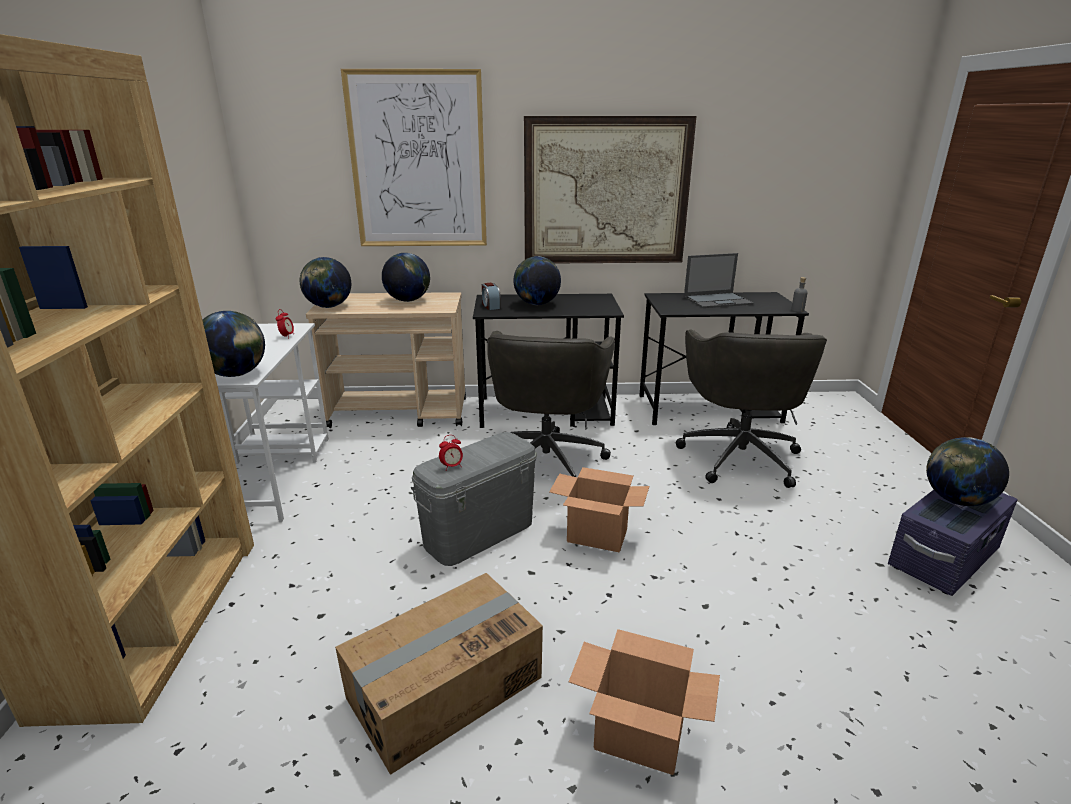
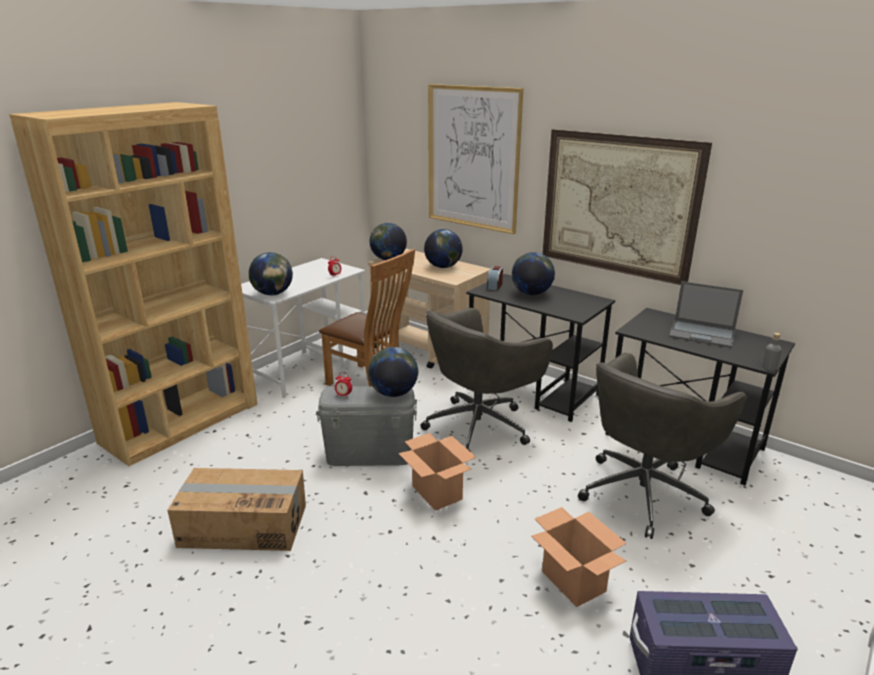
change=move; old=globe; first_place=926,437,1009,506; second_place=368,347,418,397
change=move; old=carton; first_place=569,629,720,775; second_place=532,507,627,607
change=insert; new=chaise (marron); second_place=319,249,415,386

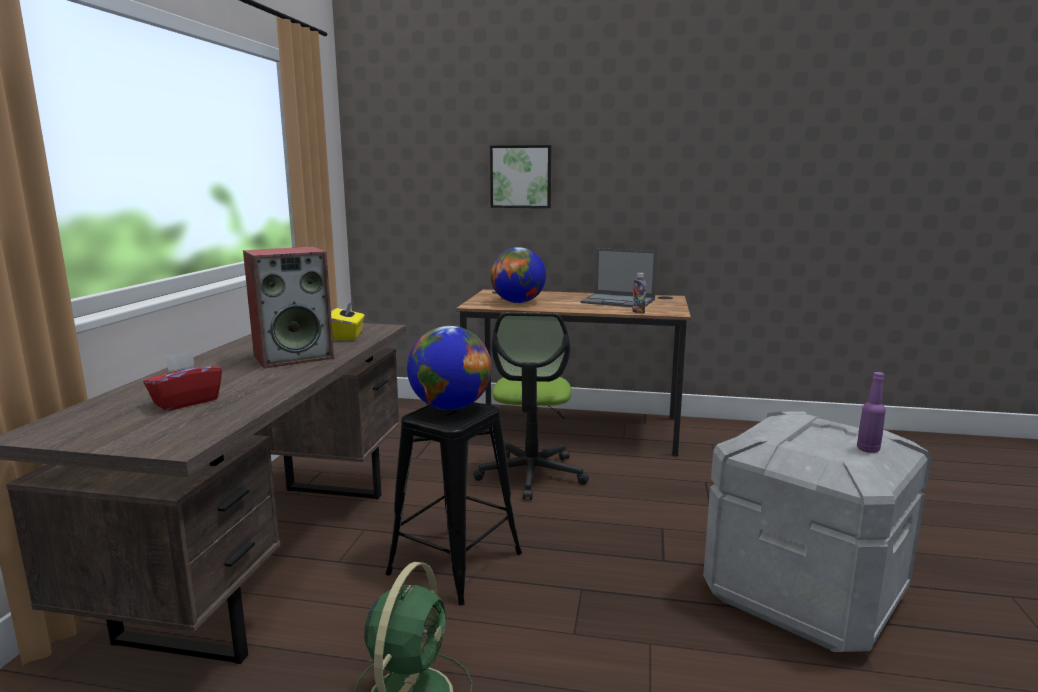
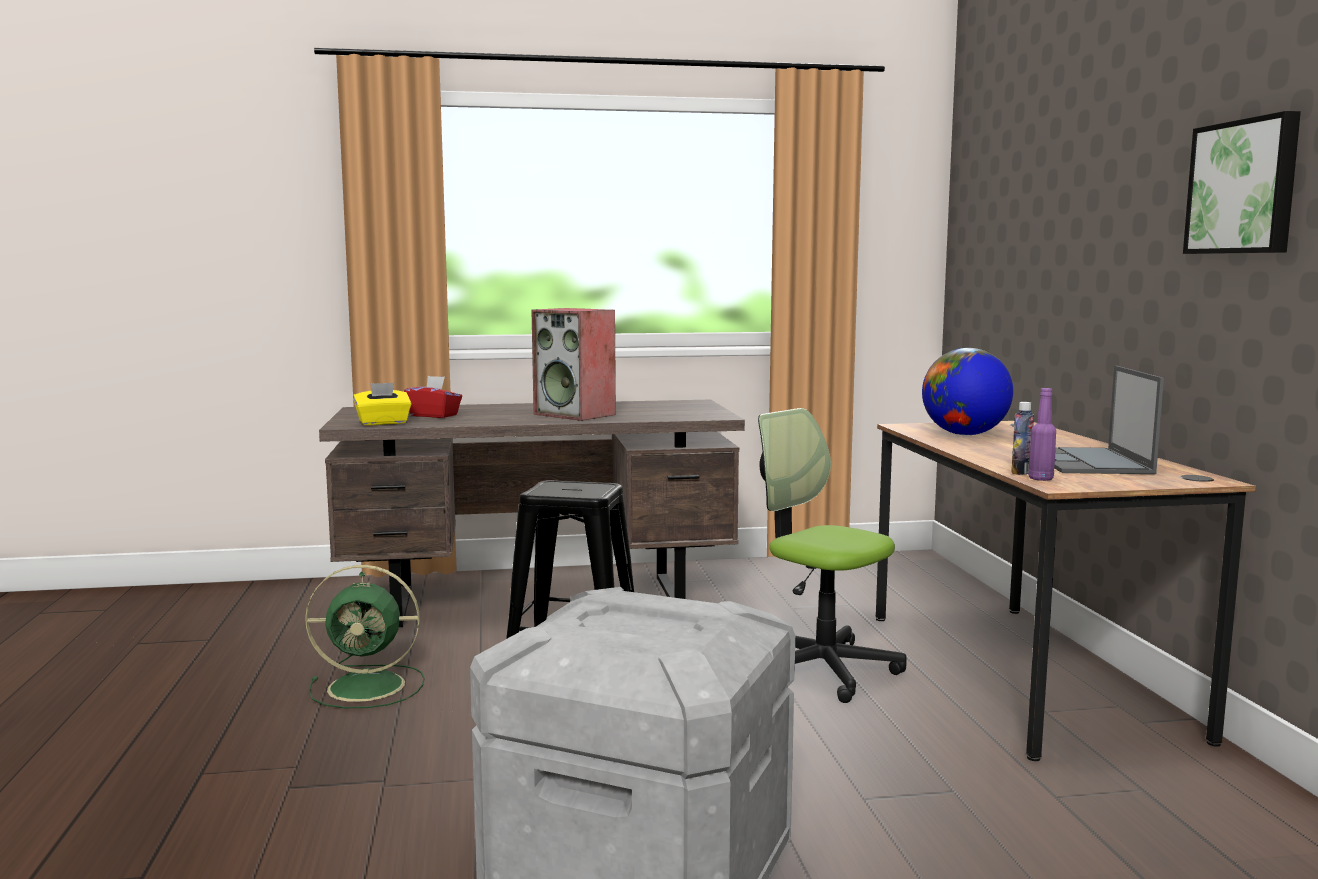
change=move; old=tableau; first_place=490,145,551,208; second_place=1183,111,1301,254
change=move; old=boîte à mouchoirs (jaune); first_place=331,301,365,340; second_place=353,383,412,425
change=rotate; old=chaise de bureau; first_place=473,312,589,500; second_place=758,408,907,703; degrees=60
change=delete; old=globe; first_place=407,326,492,410
change=move; old=bouteille (violet); first_place=857,372,886,453; second_place=1028,388,1056,481

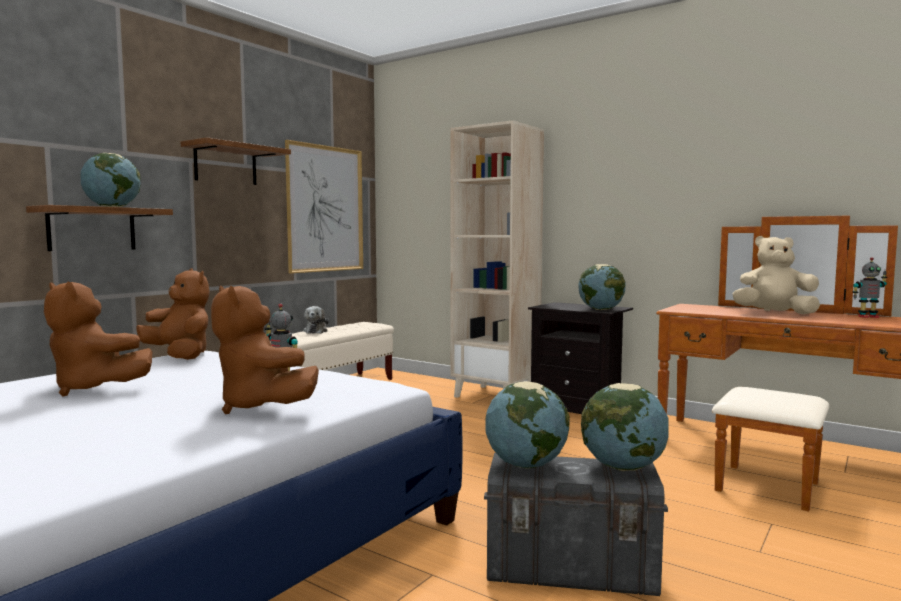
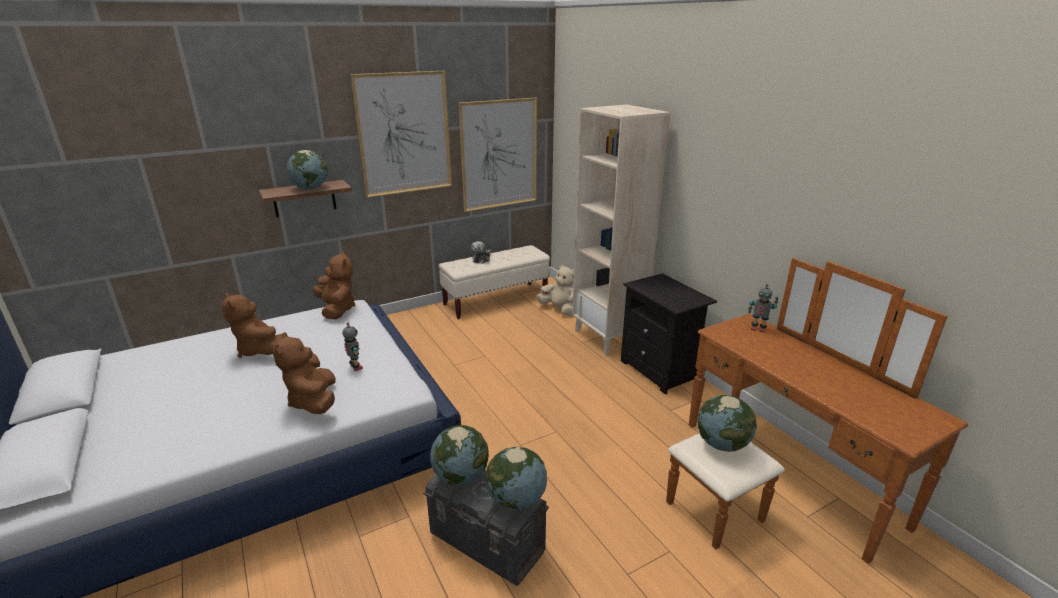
change=replace; old=étagère; new=tableau; first_place=181,137,291,185; second_place=350,71,452,198
change=move; old=peluche (beige); first_place=732,236,820,315; second_place=537,264,574,316
change=move; old=robot jouet; first_place=853,257,887,318; second_place=748,284,778,333
change=move; old=globe; first_place=578,264,625,310; second_place=698,395,757,452

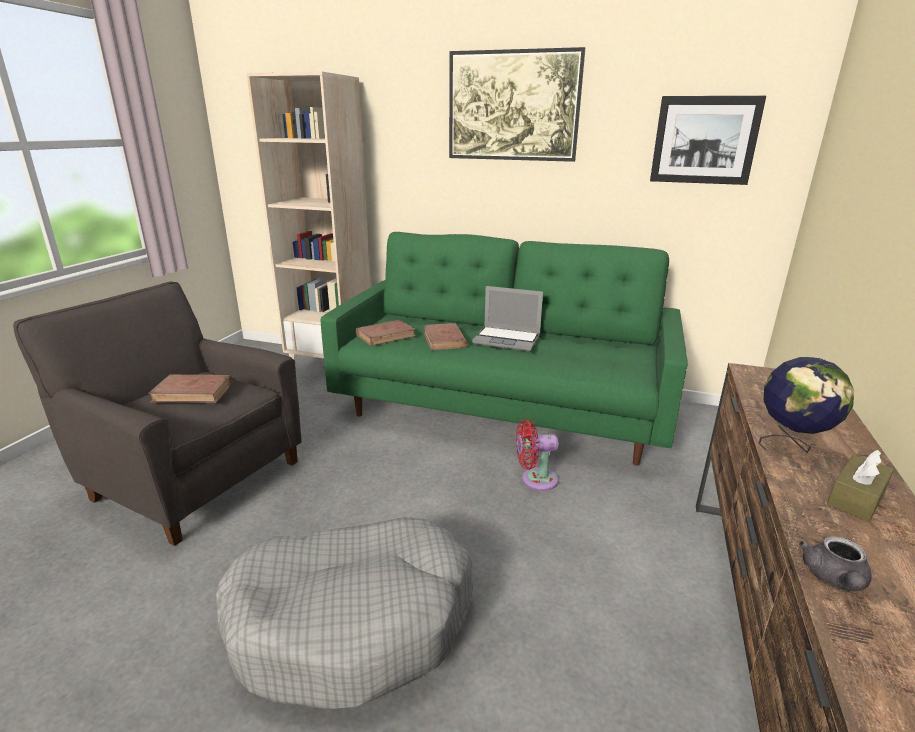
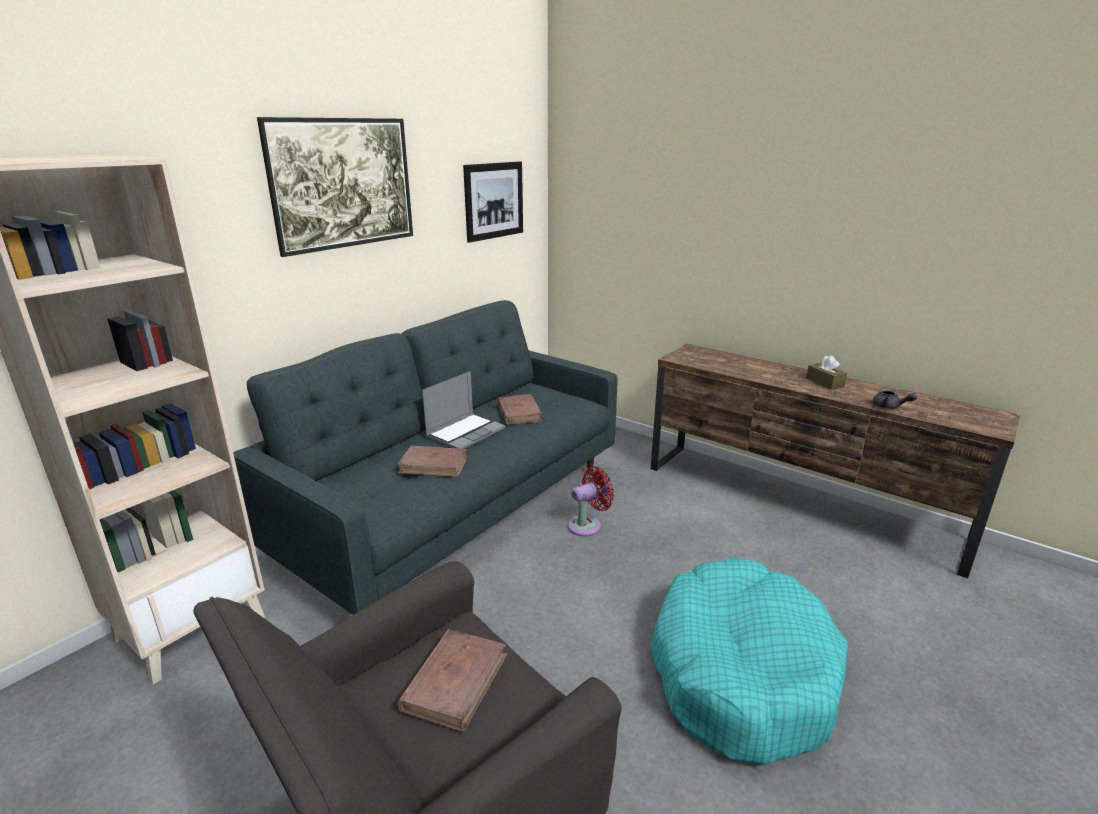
change=recolor; old=canapé (vert); new=canapé (gris); first_place=321,232,688,466; second_place=233,300,617,615
change=move; old=livre (marron); first_place=356,320,417,346; second_place=497,394,542,425
change=delete; old=globe; first_place=758,357,854,453
change=rotate; old=ventilateur (rouge); first_place=516,419,559,491; second_place=567,466,614,537; degrees=-135
change=recolor; old=panier pour chien (gris); new=panier pour chien (turquoise); first_place=216,517,473,710; second_place=650,557,848,765

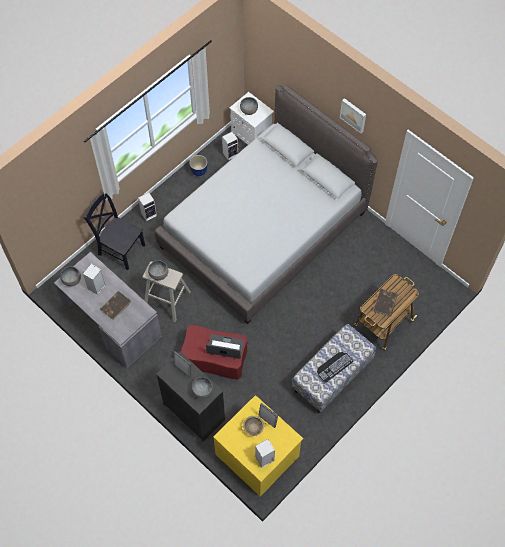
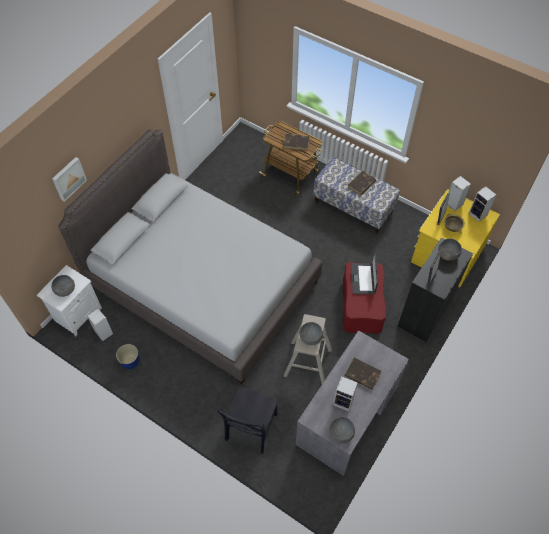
change=move; old=tableau; first_place=340,98,366,133; second_place=52,157,87,202
change=move; old=enceinte; first_place=138,192,157,221; second_place=447,176,471,211
change=replace; old=clavier; new=livre (marron); first_place=317,352,353,383; second_place=348,171,376,196

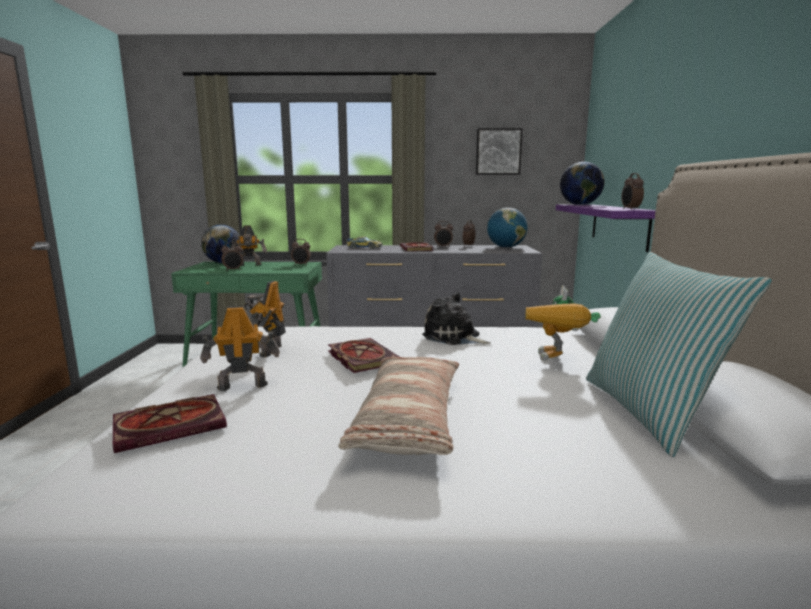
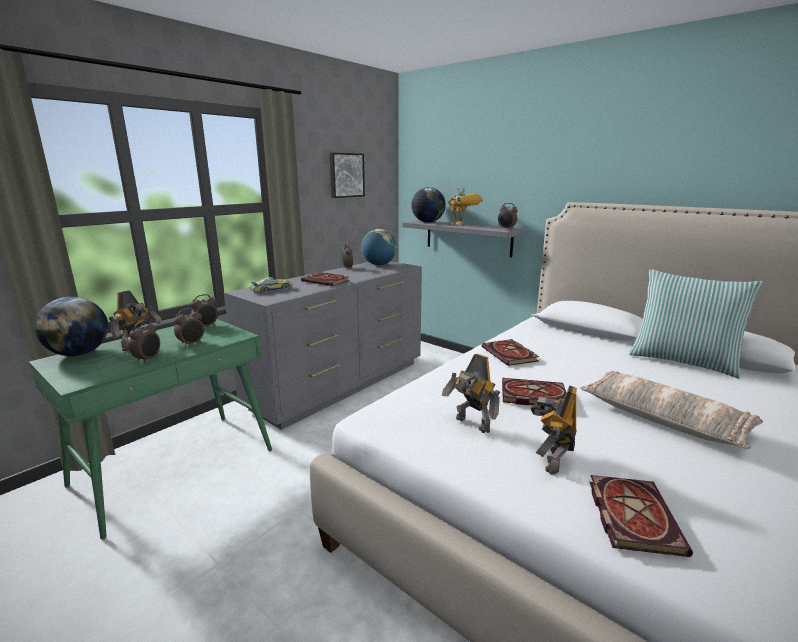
change=recolor; old=étagère (violet); new=étagère (gris); first_place=556,204,656,252; second_place=402,220,525,257
change=move; old=réveil; first_place=434,221,453,247; second_place=174,308,204,347
change=move; old=robot jouet; first_place=525,285,601,361; second_place=448,188,483,226
change=replace; old=peluche; new=livre; first_place=422,292,491,345; second_place=482,339,539,366

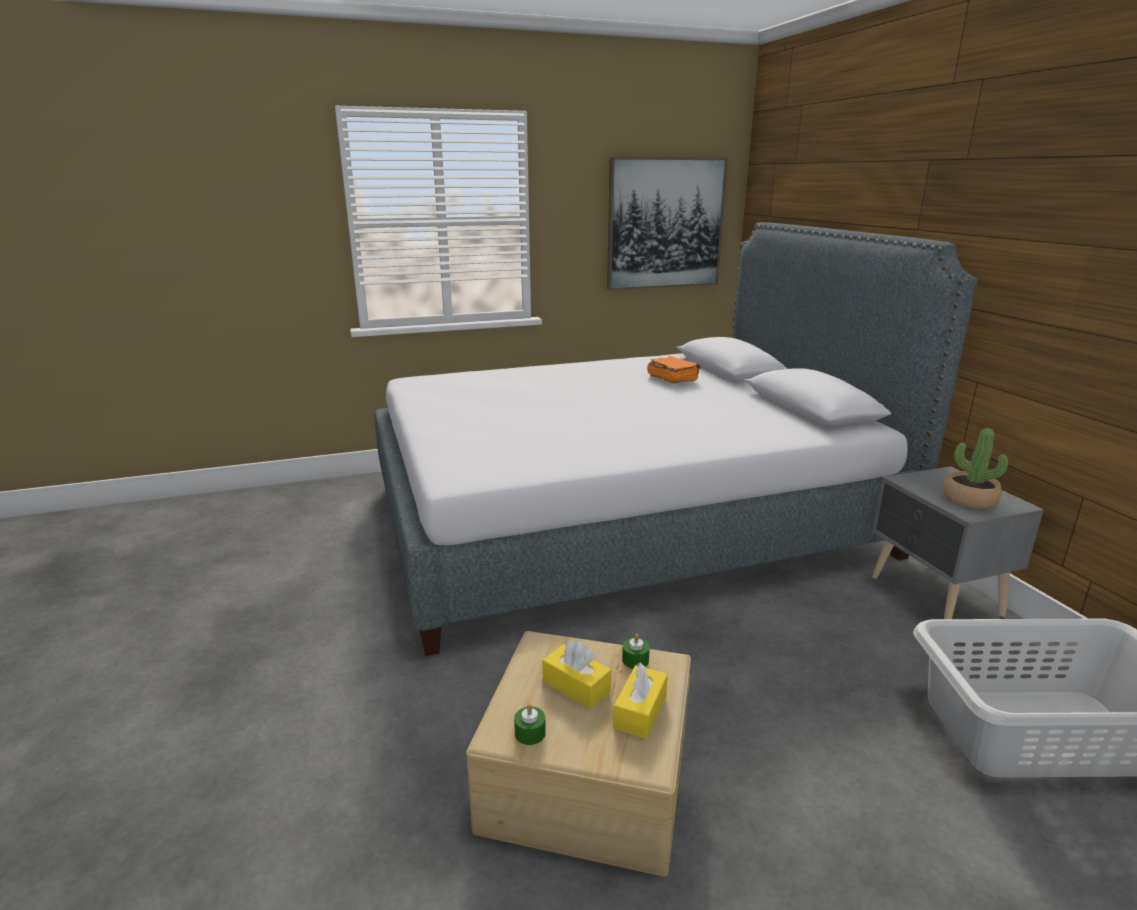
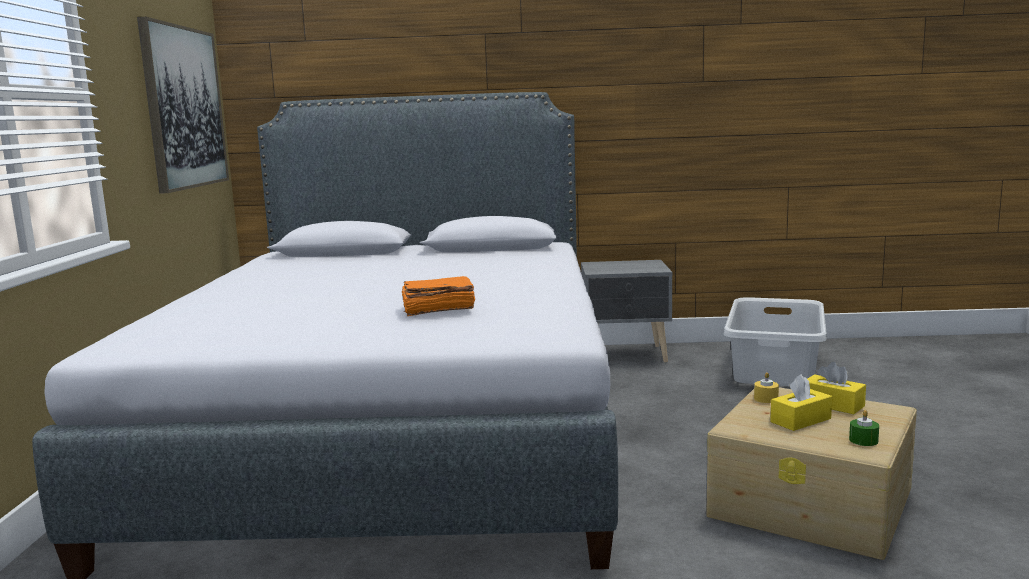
change=move; old=livre (orange); first_place=647,356,701,383; second_place=402,276,475,316
change=delete; old=plante en pot; first_place=943,428,1008,509
change=recolor; old=bougie (vert); new=bougie (jaune); first_place=622,634,650,669; second_place=754,372,779,403

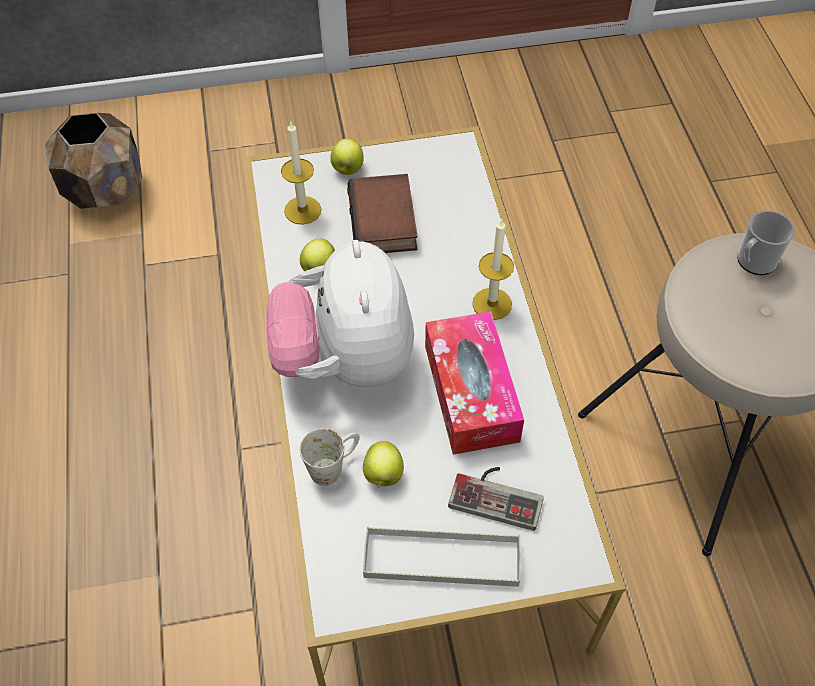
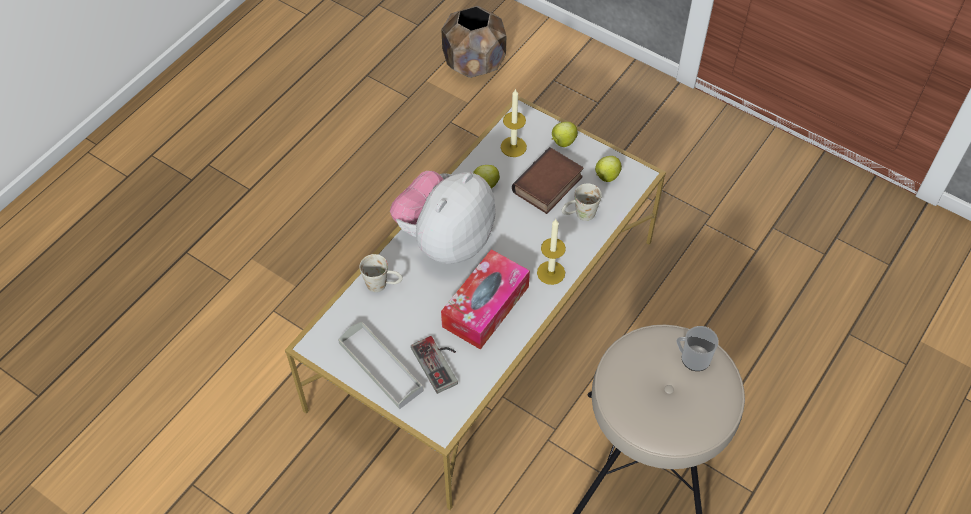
change=move; old=pomme; first_place=363,441,404,488; second_place=595,156,622,182
change=insert; new=mug (blanc); second_place=562,183,602,221

